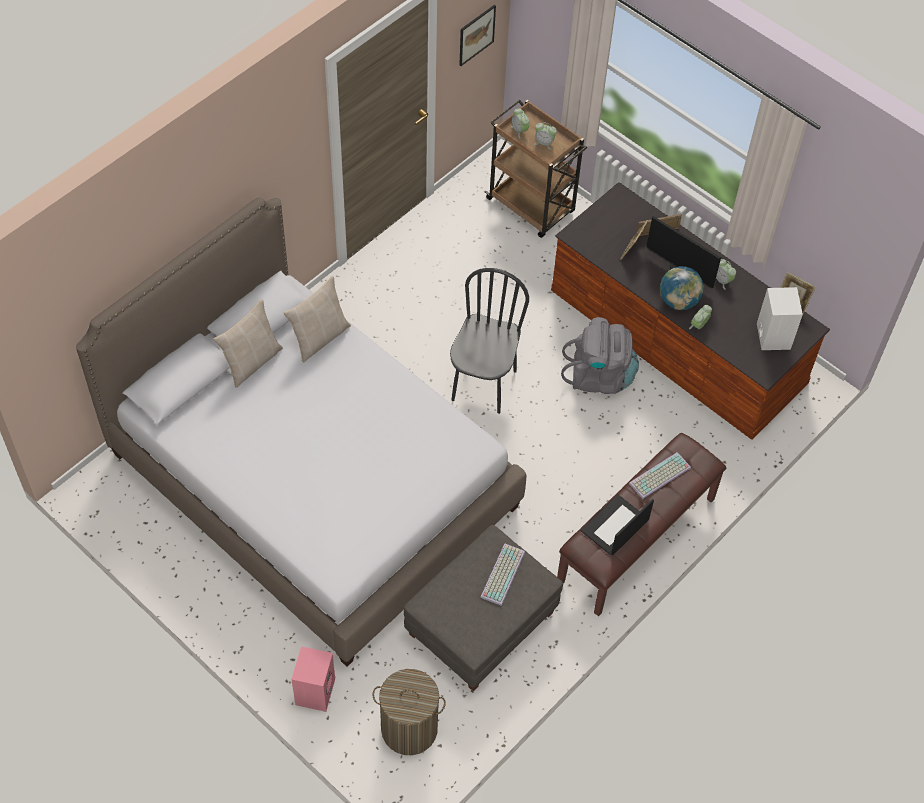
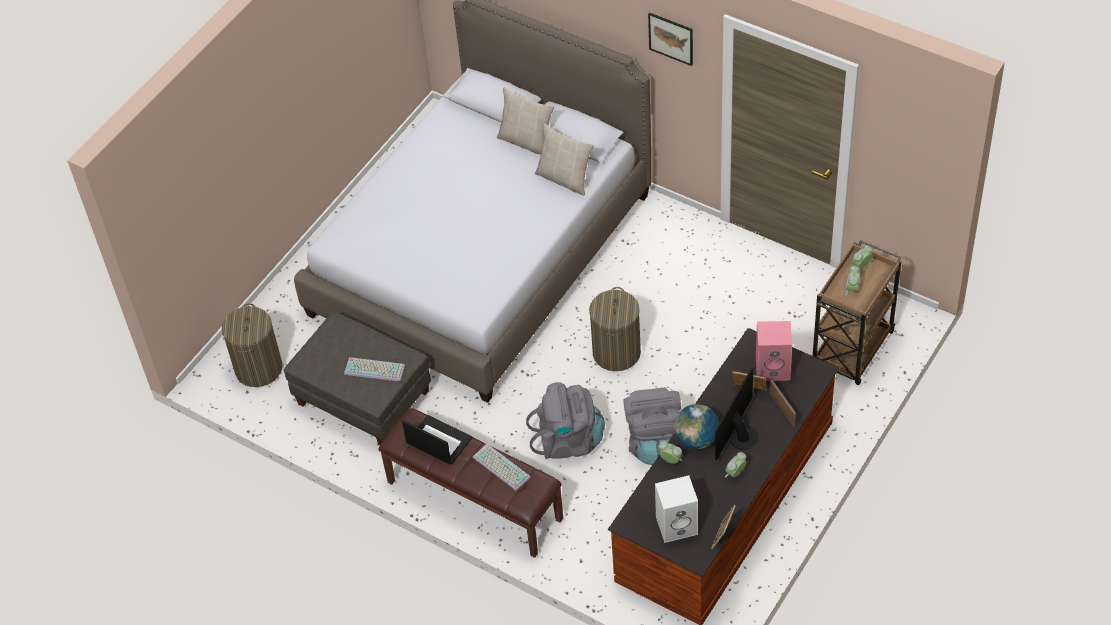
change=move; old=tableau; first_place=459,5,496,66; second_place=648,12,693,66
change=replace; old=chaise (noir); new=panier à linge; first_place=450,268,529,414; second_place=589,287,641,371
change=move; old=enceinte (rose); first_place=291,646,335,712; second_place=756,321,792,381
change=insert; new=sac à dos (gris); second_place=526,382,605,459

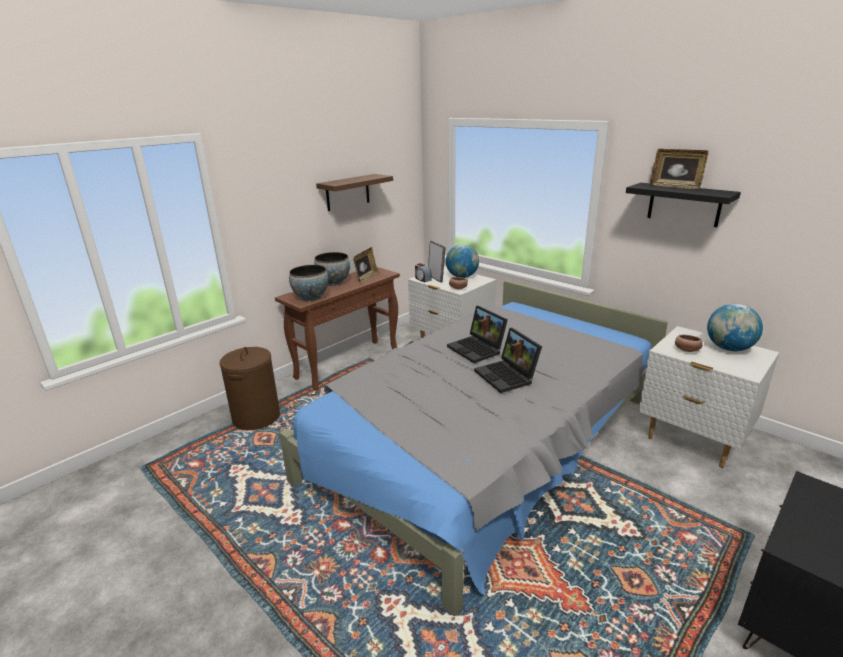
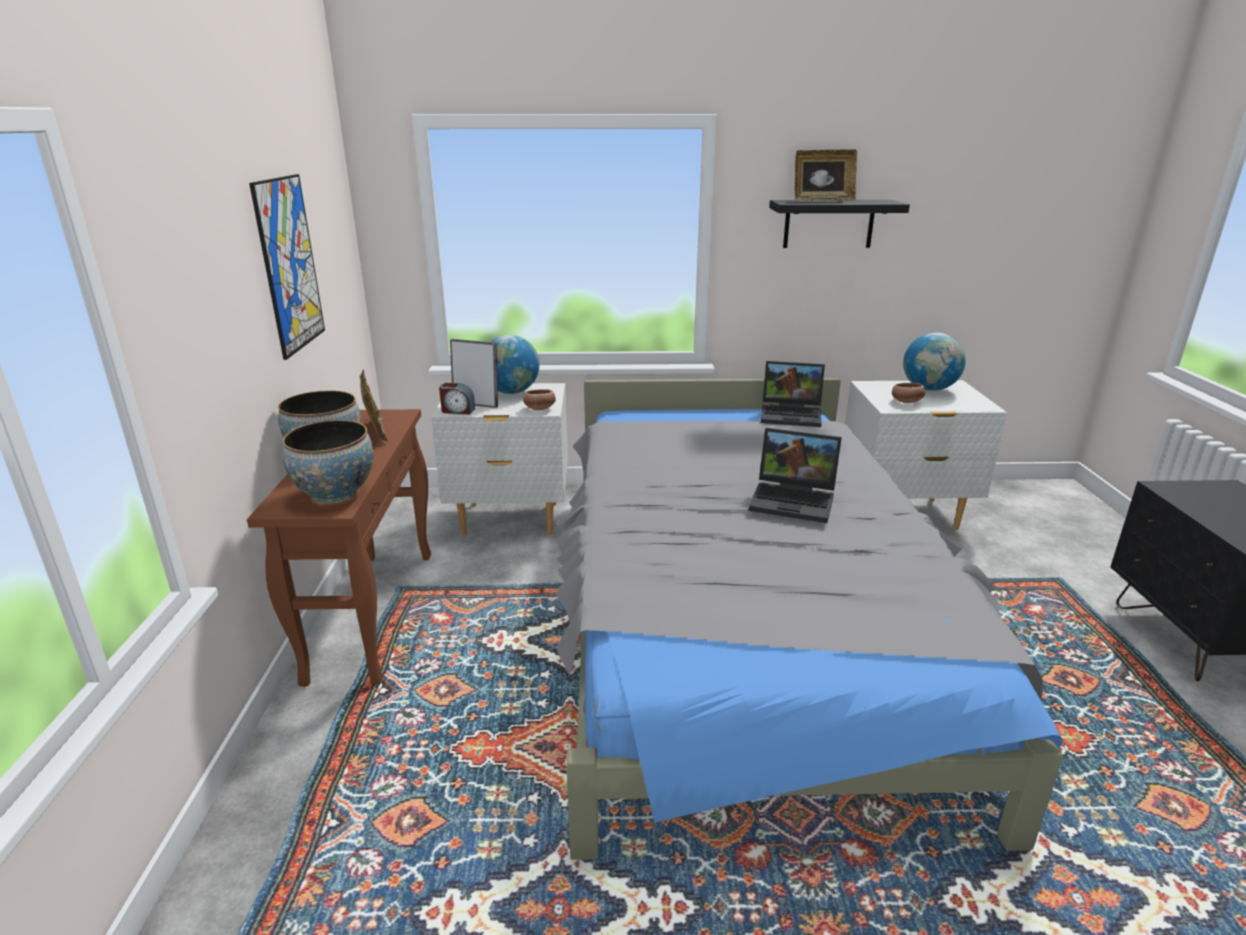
change=replace; old=étagère (marron); new=tableau; first_place=316,174,393,211; second_place=249,174,325,360
change=move; old=ordinateur portable; first_place=447,306,508,363; second_place=761,361,825,427
change=delete; old=panier à linge (marron); first_place=220,347,280,430

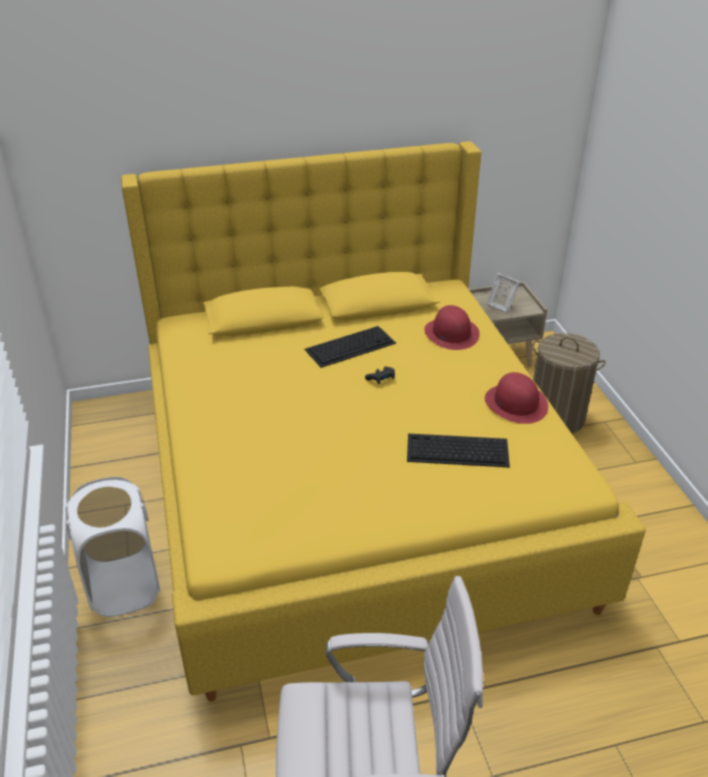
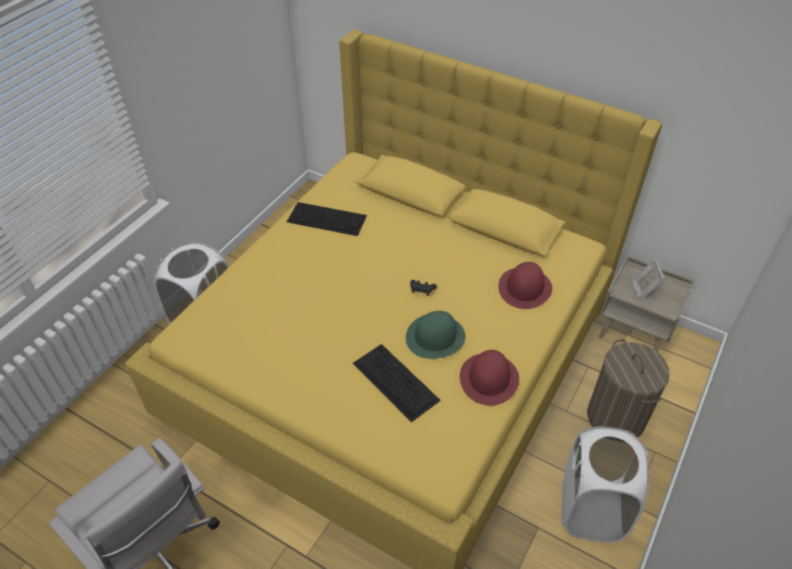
change=move; old=clavier; first_place=304,326,396,368; second_place=287,202,367,236
change=insert; new=chapeau (vert); second_place=406,311,465,359
change=insert; new=panier à linge (blanc); second_place=562,427,650,543

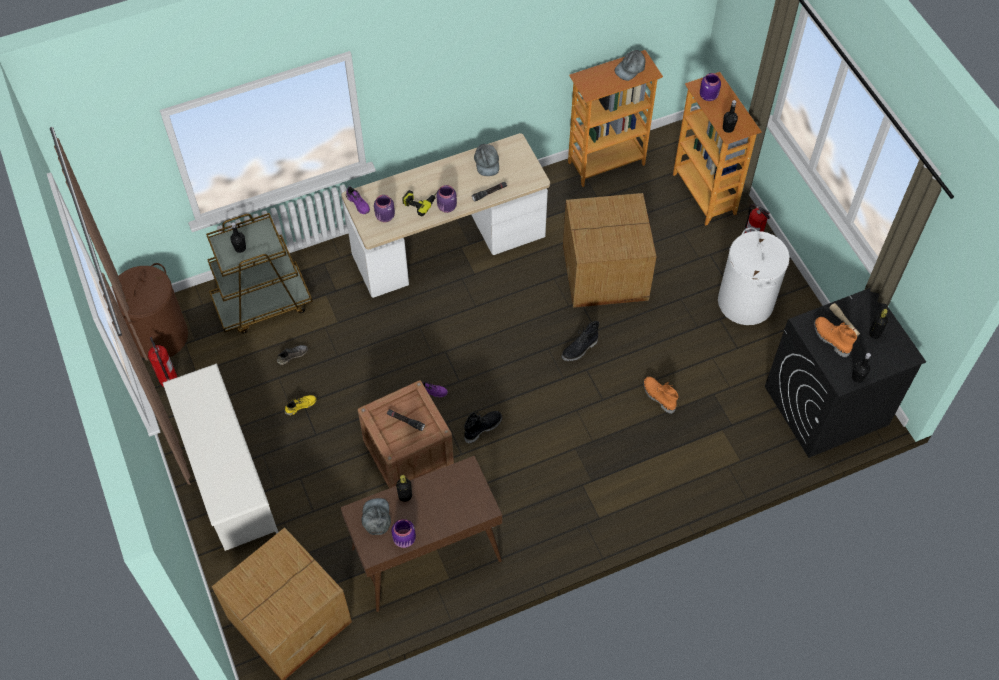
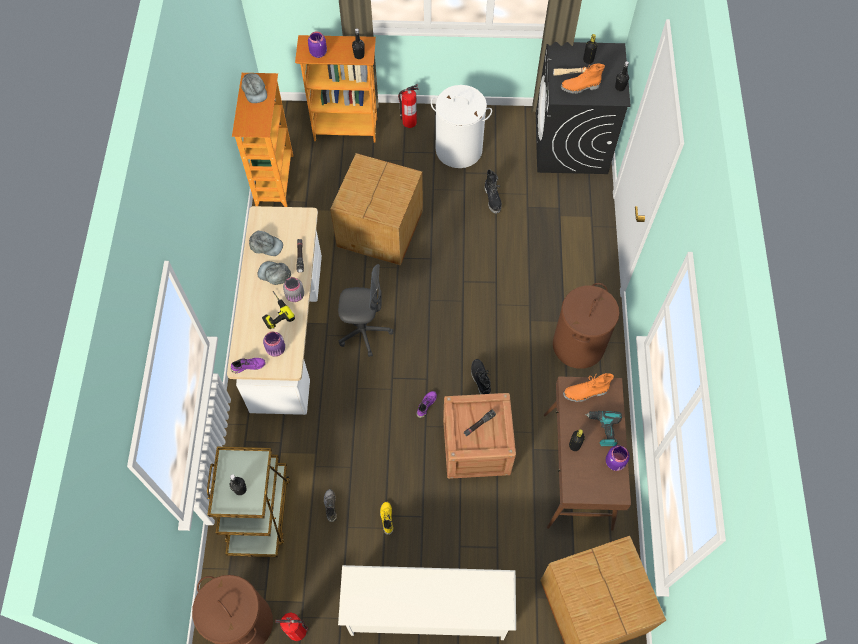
change=recolor; old=bocal (violet); new=bocal (gris); first_place=436,185,457,213; second_place=283,277,304,302
change=move; old=botte (noir); first_place=561,321,599,361; second_place=484,169,502,214
change=move; old=botte (orange); first_place=643,377,679,414; second_place=563,373,614,402
change=move; old=casquette (gris); first_place=362,498,391,535; second_place=258,261,291,285
change=insert; new=chaise de bureau (gris); second_place=338,264,393,357
change=insert; new=panier à linge (marron); second_place=553,283,620,369
change=insert; new=perceuse; second_place=585,411,622,446

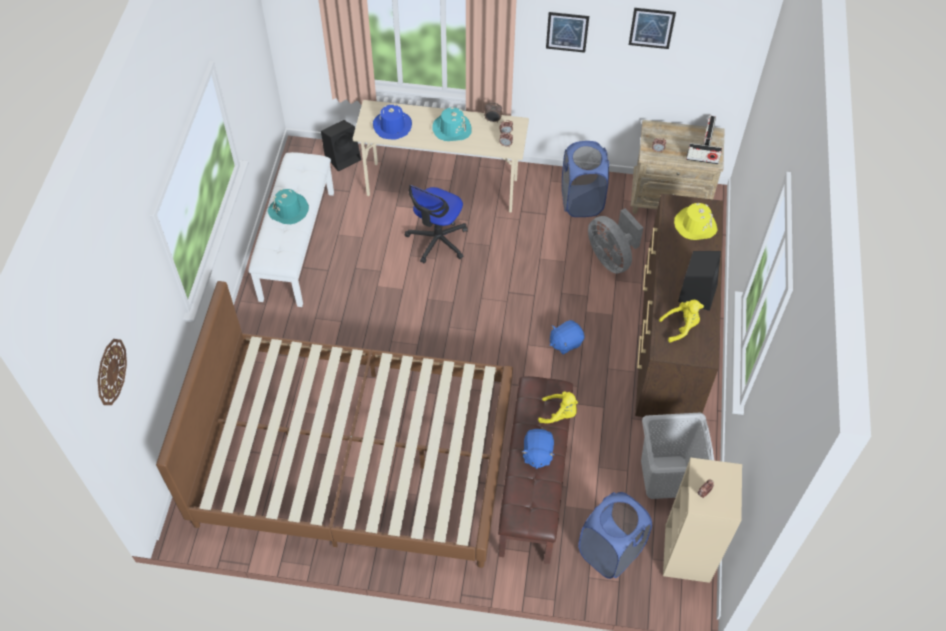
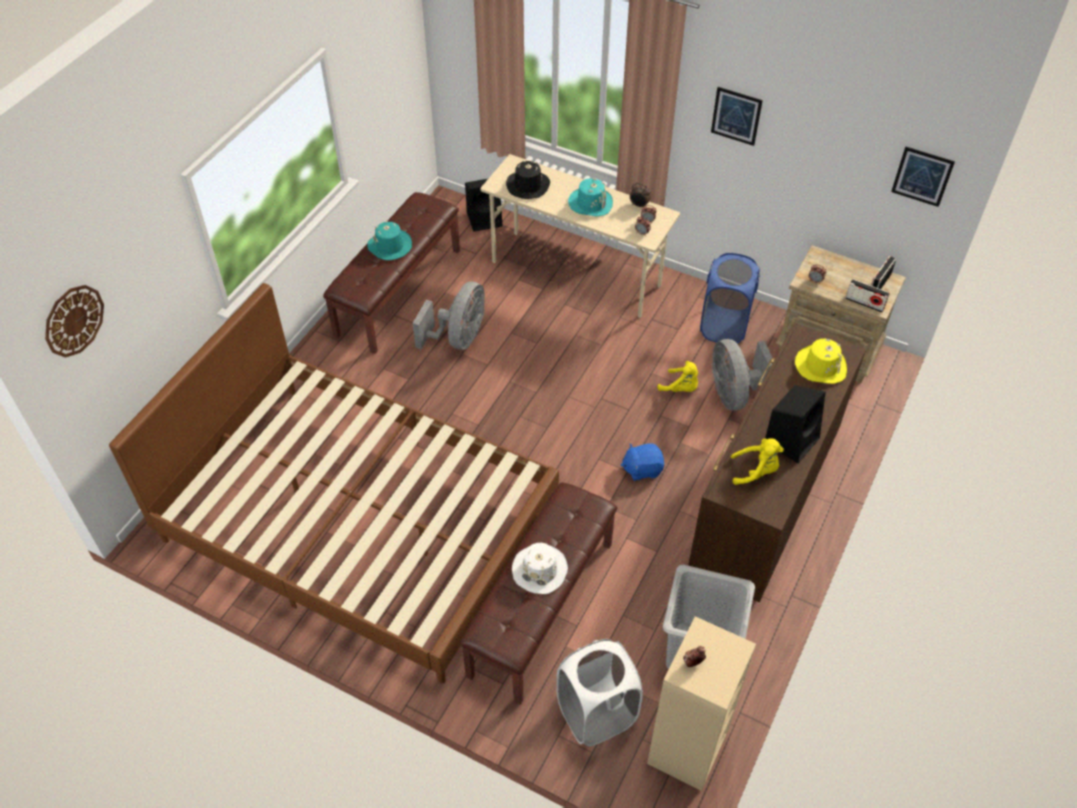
change=move; old=tableau; first_place=629,8,676,49; second_place=891,147,955,207
change=recolor; old=chapeau (bleu); new=chapeau (noir); first_place=373,104,412,139; second_place=506,160,550,199
change=recolor; old=banc (blanc); new=banc (marron); first_place=248,152,334,307; second_place=323,192,460,354
change=delete; old=chaise de bureau; first_place=405,185,467,264
change=move; old=peluche (jaune); first_place=538,391,578,423; second_place=657,361,698,392
change=replace; old=peluche (bleu); new=chapeau (blanc); first_place=522,429,554,469; second_place=512,543,568,594
change=recolor; old=panier à linge (bleu); new=panier à linge (blanc); first_place=578,492,652,579; second_place=556,639,643,746
change=insert; new=ventilateur (gris); second_place=413,282,485,350

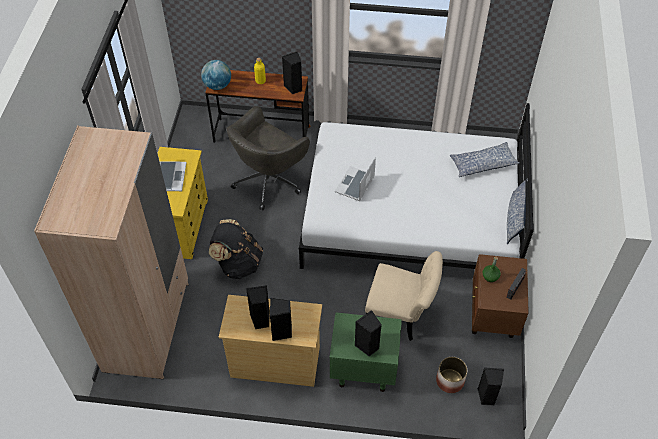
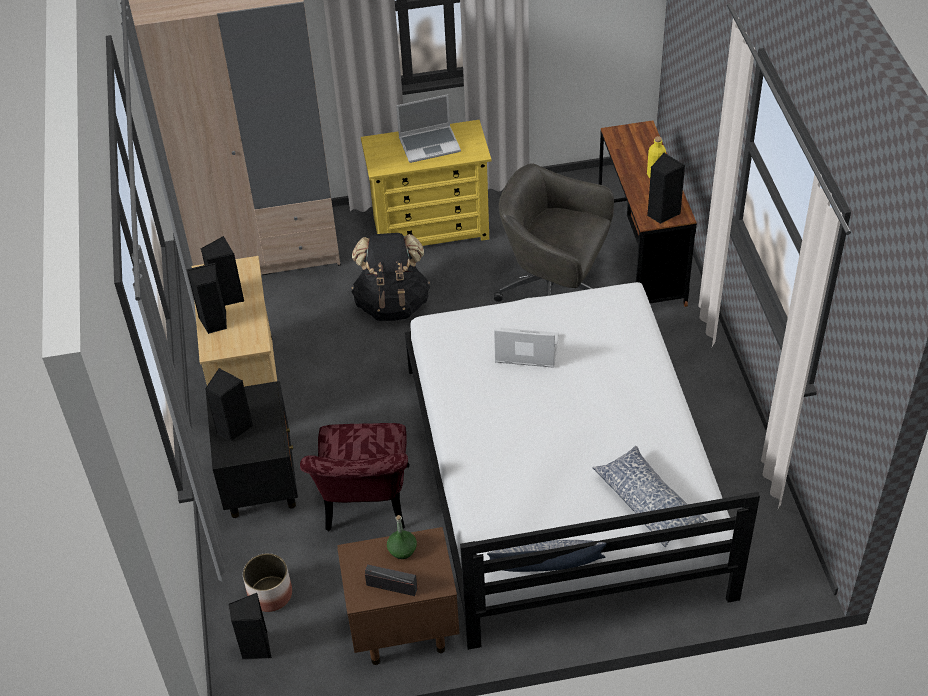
change=delete; old=globe; first_place=201,60,231,90
change=recolor; old=chaise (beige); new=chaise (rouge); first_place=365,251,443,341; second_place=300,423,409,531
change=recolor; old=table de chevet (vert); new=table de chevet (noir); first_place=330,312,402,392; second_place=206,381,298,518

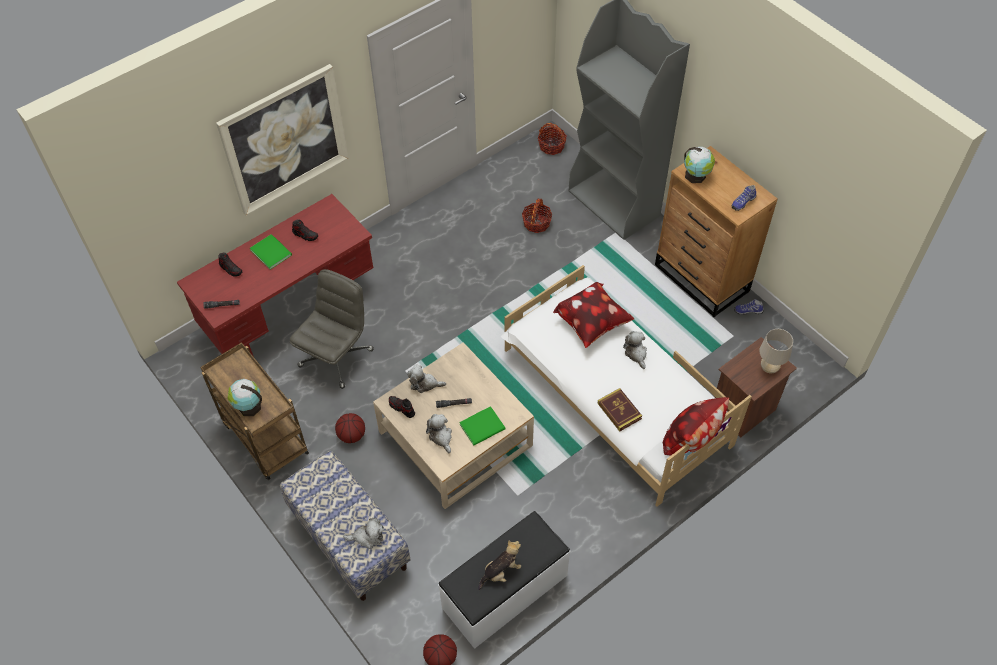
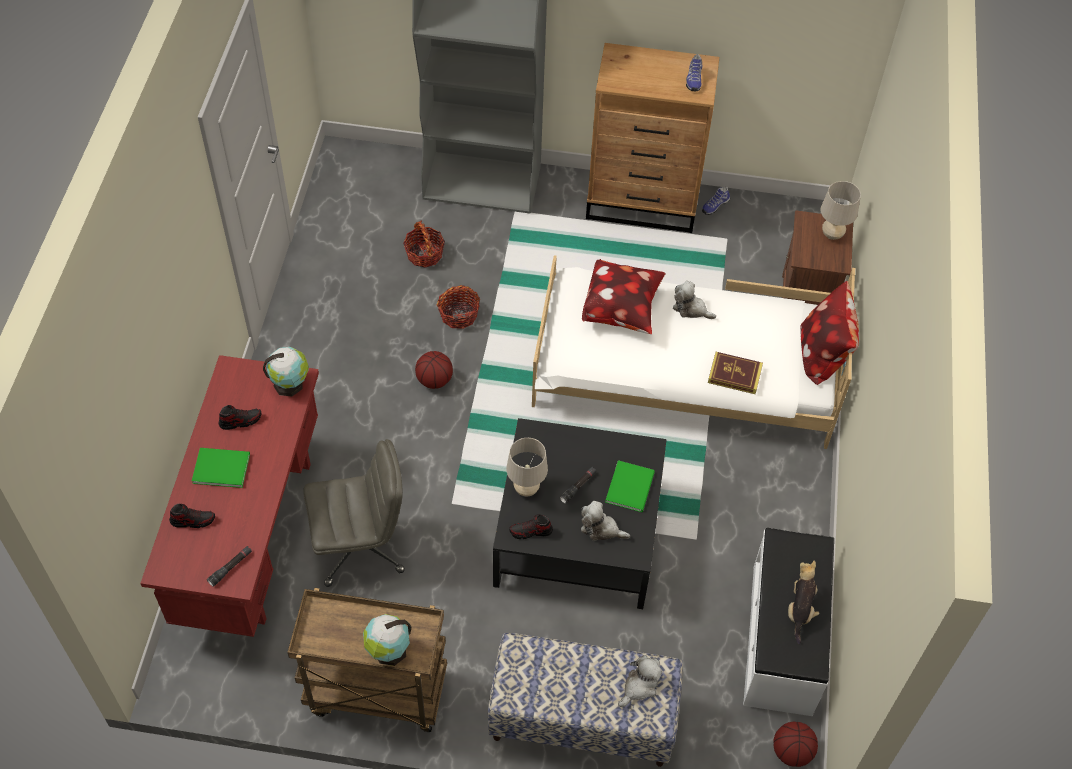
change=delete; old=tableau; first_place=216,64,349,216
change=move; old=panier; first_place=538,123,567,155; second_place=436,285,480,329
change=move; old=globe; first_place=684,147,715,183; second_place=263,347,309,397
change=rotate; old=chaise de bureau (gris); first_place=290,269,374,389; second_place=303,439,405,587; degrees=90
change=recolor; old=table basse (beige); new=table basse (noir); first_place=373,342,534,509; second_place=493,418,667,609
change=replace; old=peluche; new=lampe de table (beige); first_place=407,365,446,393; second_place=506,438,548,497
change=move; old=ballon de basket; first_place=335,413,365,443; second_place=415,351,453,389

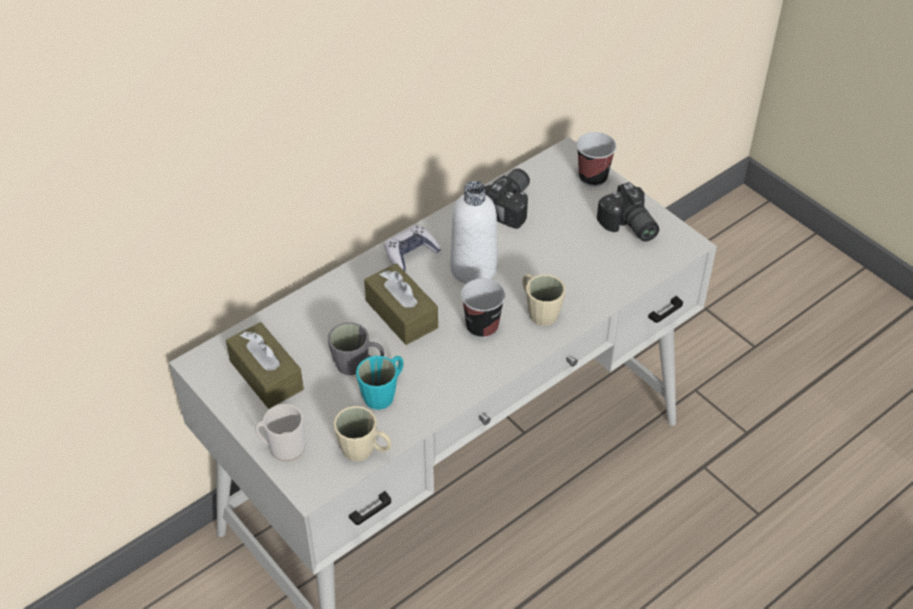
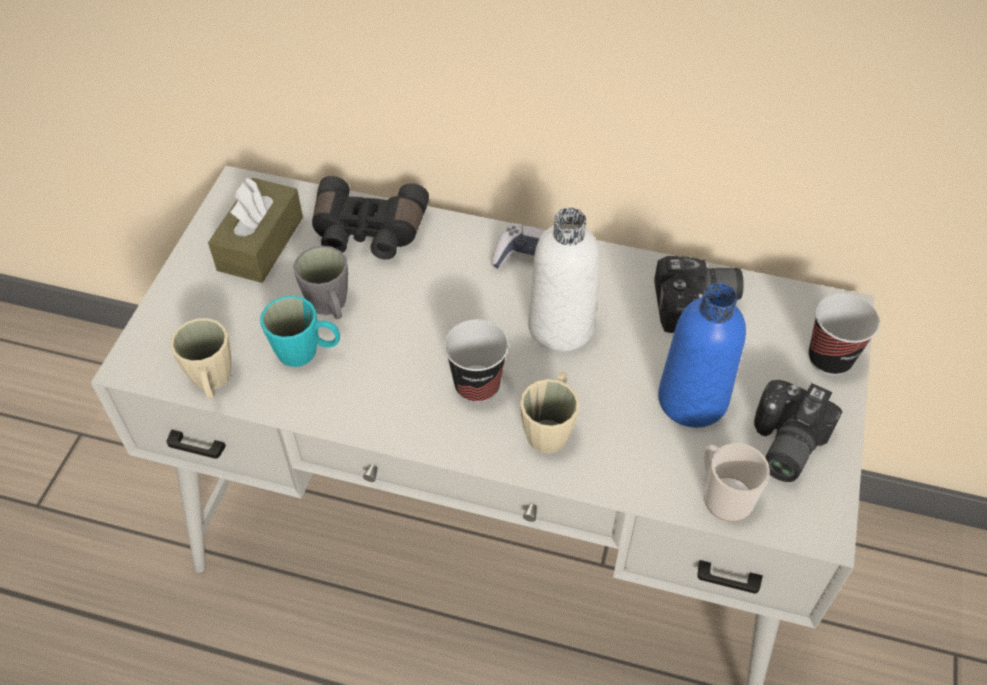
change=delete; old=boîte à mouchoirs (marron); first_place=364,263,438,345
change=move; old=mug; first_place=255,404,305,461; second_place=704,443,770,522
change=insert; new=jumelles (noir); second_place=312,176,429,260
change=insert; new=bouteille (bleu); second_place=658,283,746,428

